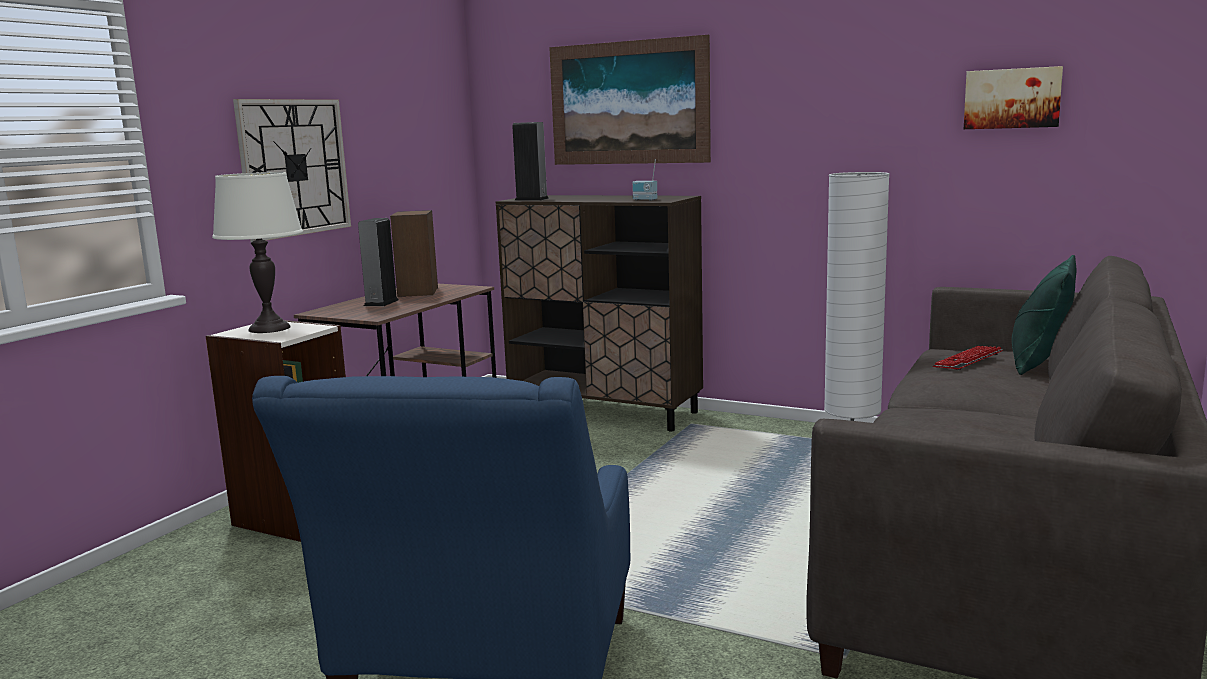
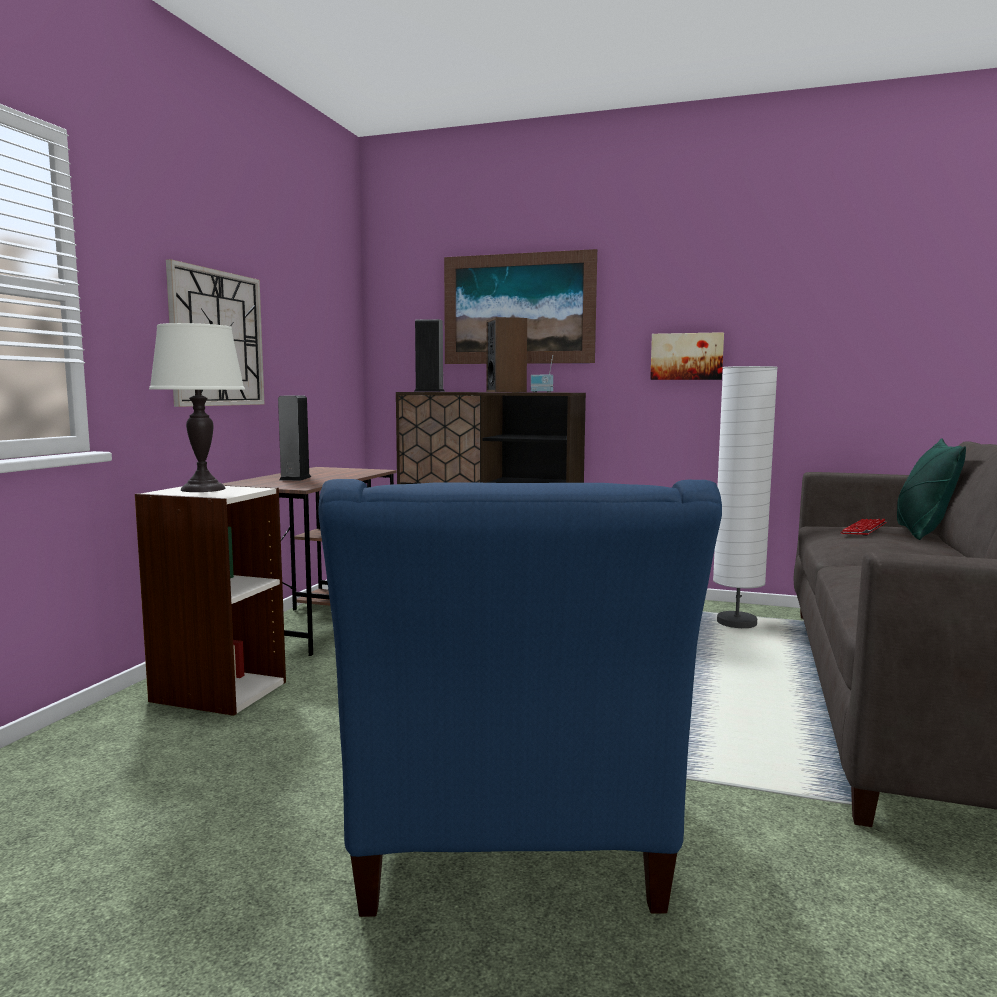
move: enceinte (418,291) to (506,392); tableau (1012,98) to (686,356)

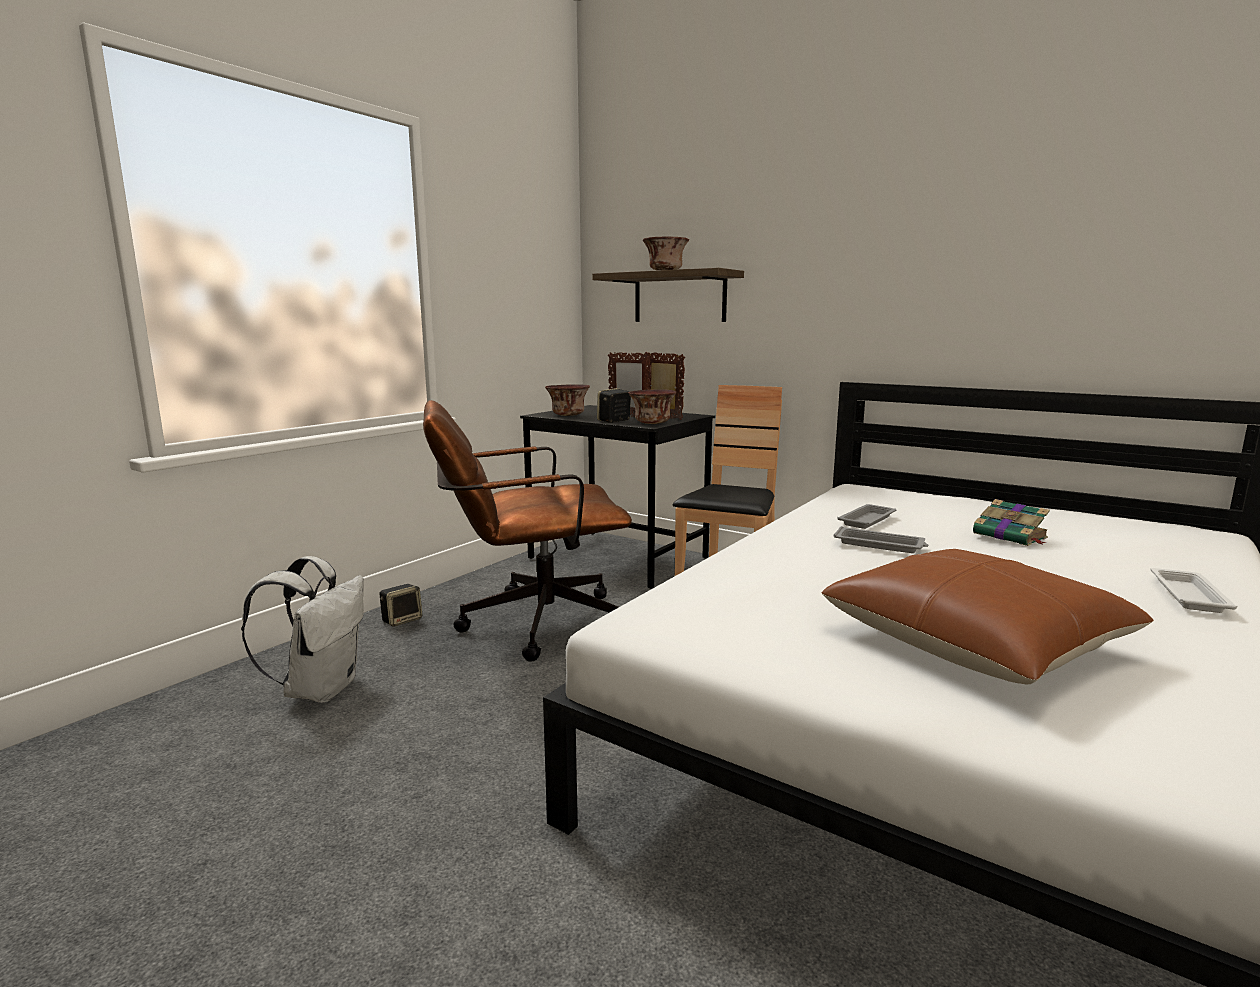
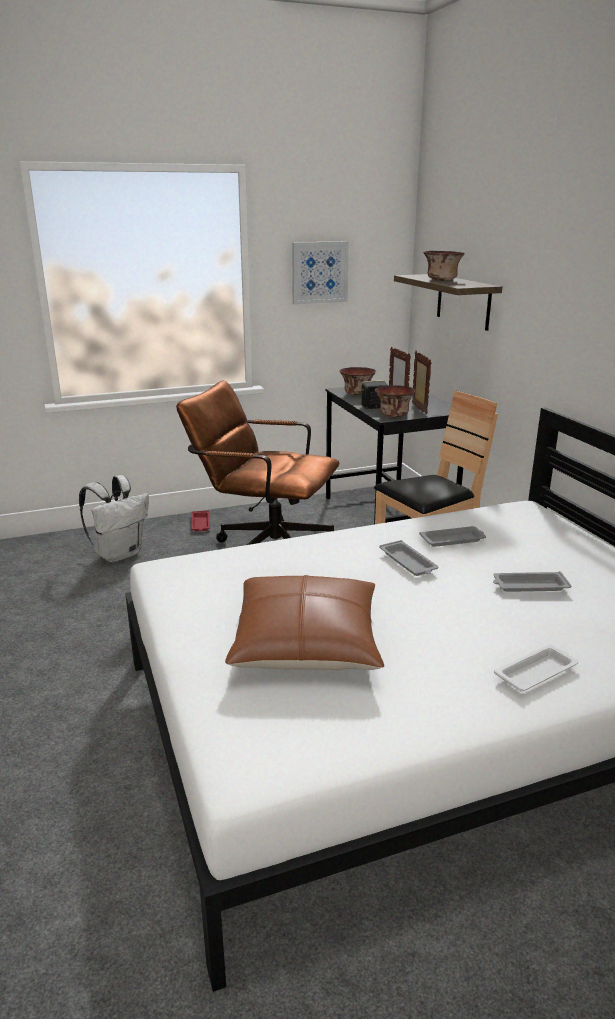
insert: tableau (319,272)
replace: enceinte (402,620) to plateau (rouge) (200,524); livre (1011,536) to plateau (gris) (529,586)

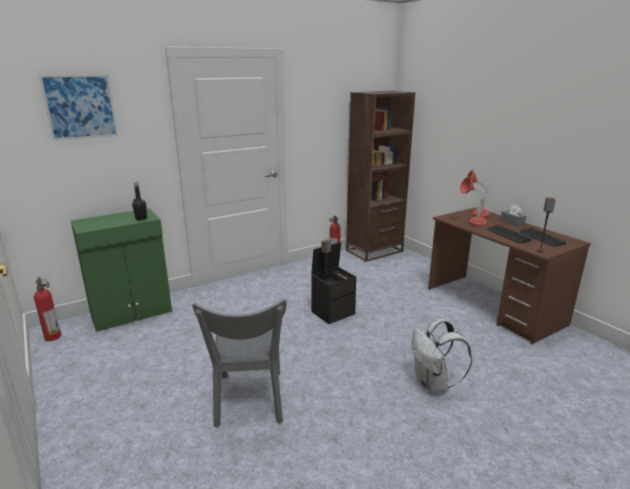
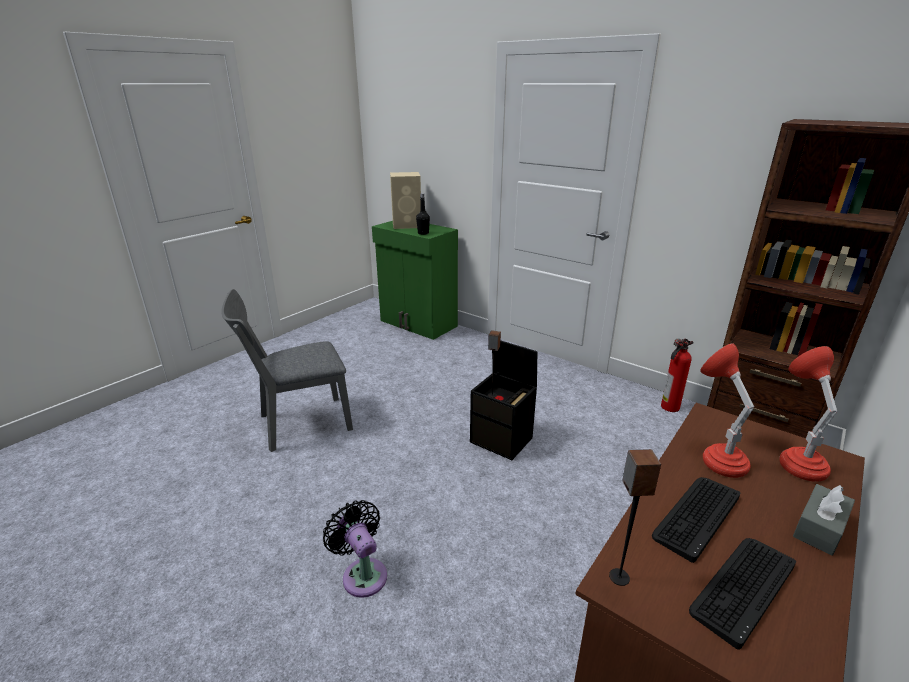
delete: extincteur (52,336); tableau (80,107)
insert: enceinte (beige) (408,225)
replace: sac à dos (blanc) (433,385) to ventilateur (noir) (362,573)

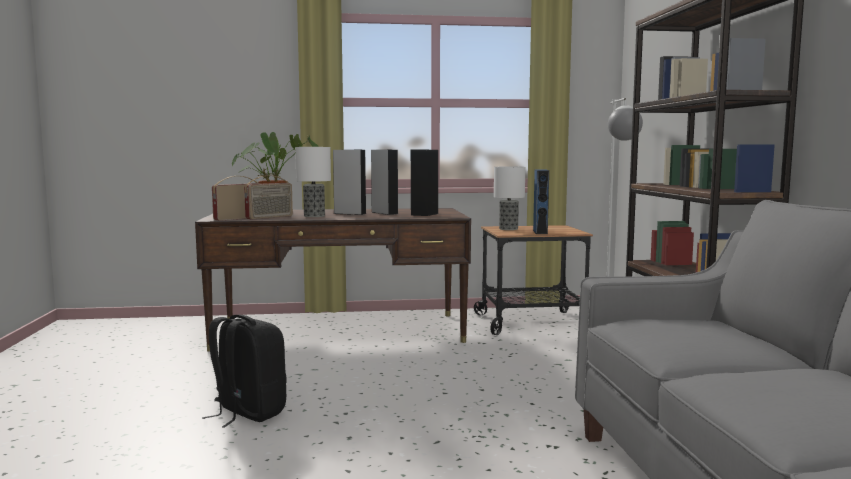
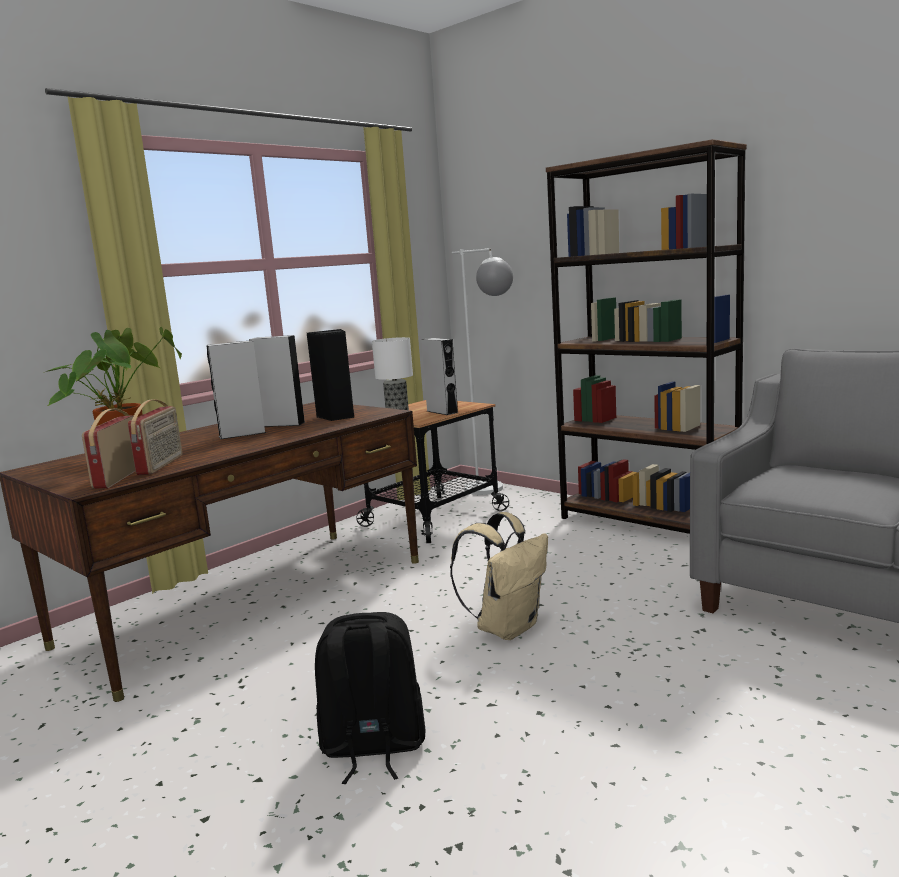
delete: lampe de table (314,216)
insert: sac à dos (beige) (507,627)
recolor: enceinte (bleu) (540,232) to enceinte (gris) (442,412)

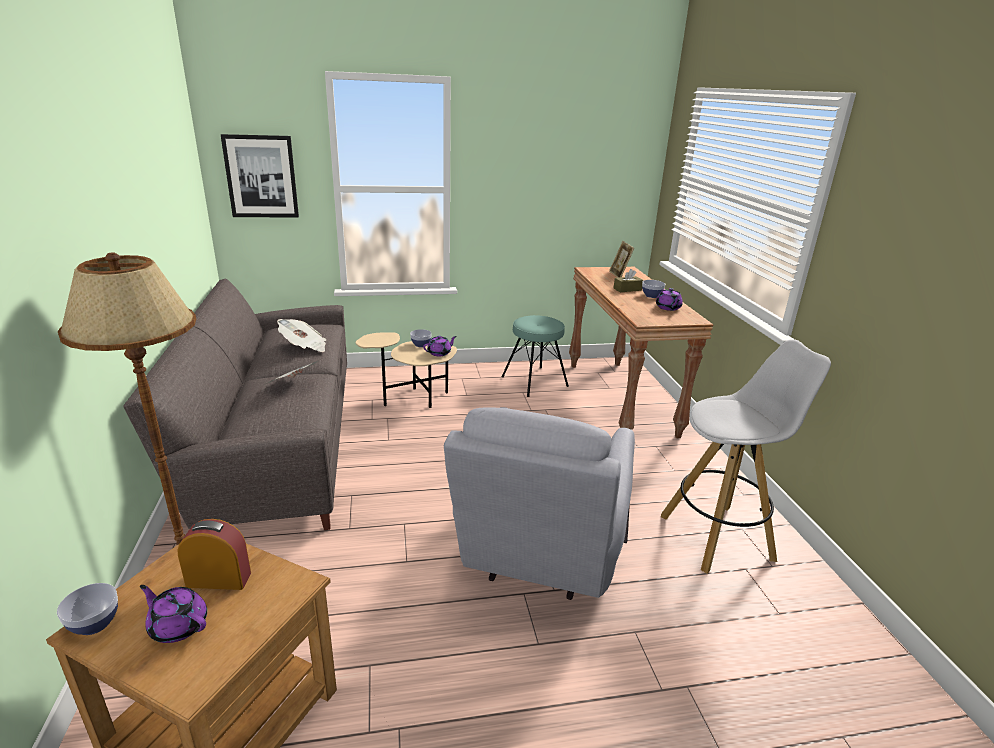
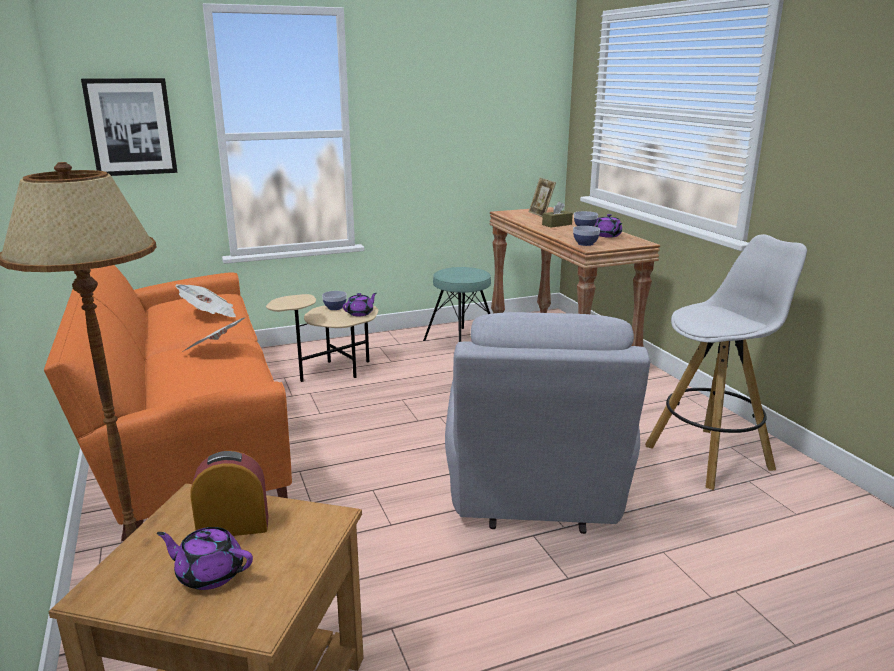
move: bol (94,623) to (585,244)
recolor: canapé (gris) (276,443) to canapé (orange) (186,431)

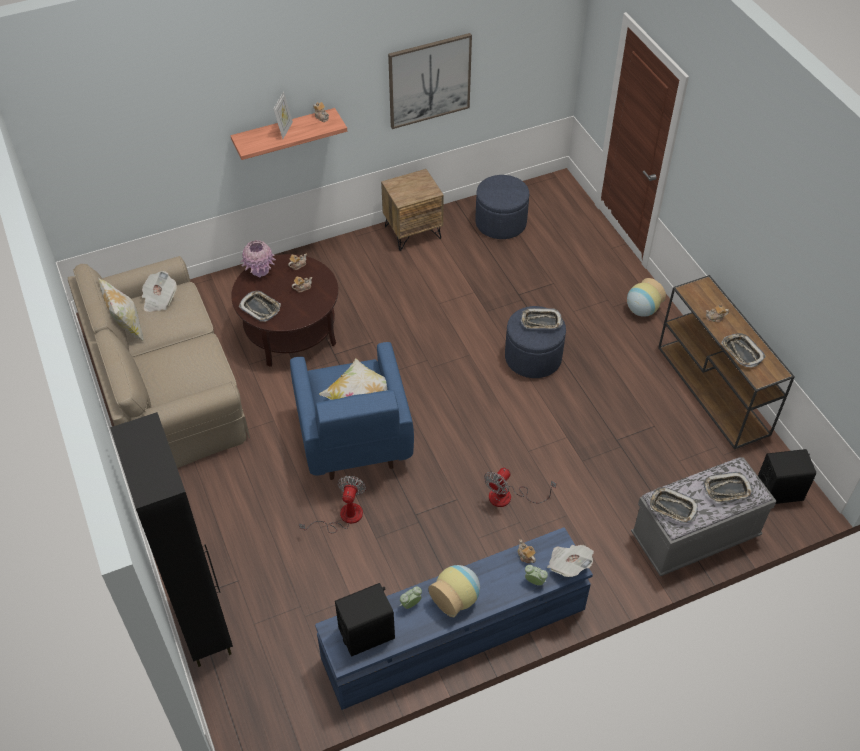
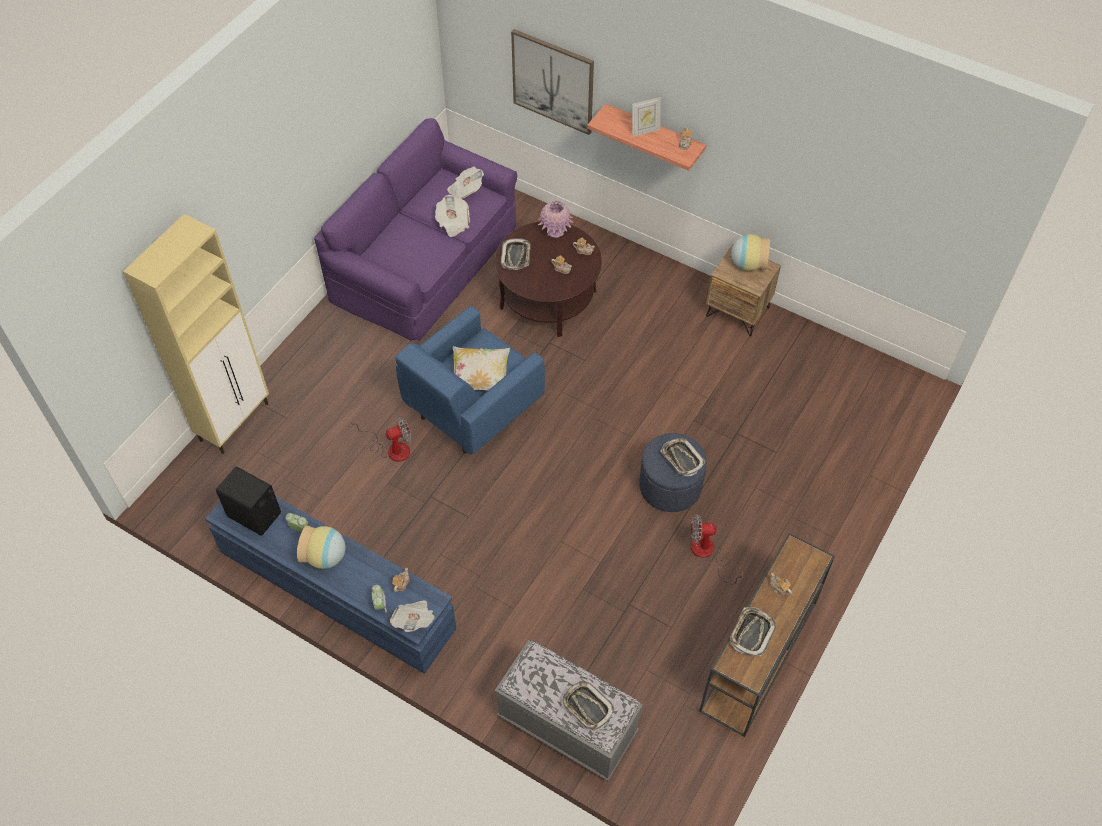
delete: coussin (126,327); pouf (bleu) (501,223); plateau (672,507); enceinte (noir) (779,491)
insert: journal (453,223)
move: tableau (429,80) to (553,81); ventilateur (508,497) to (708,554); vase (641,310) to (747,264)
recolor: meuble de rangement (noir) (203,625) to meuble de rangement (beige) (235,421); canapé (beige) (167,388) to canapé (violet) (425,261)

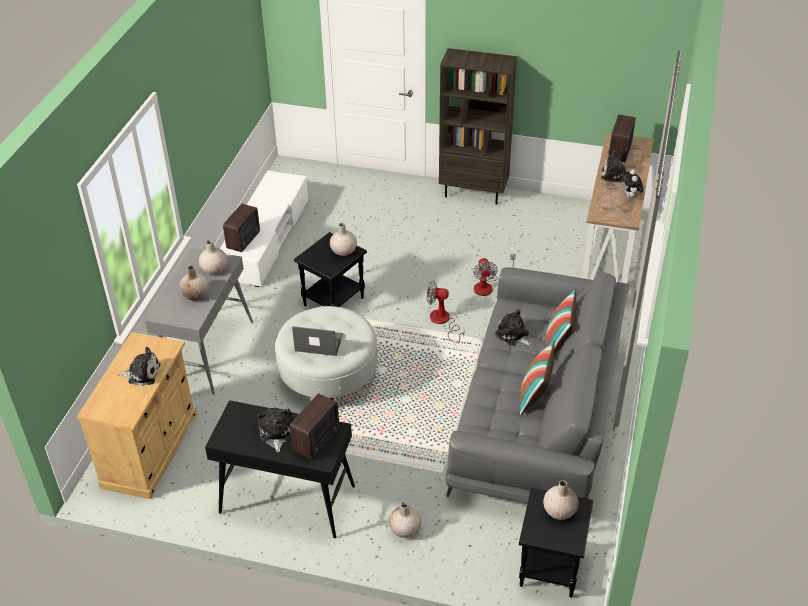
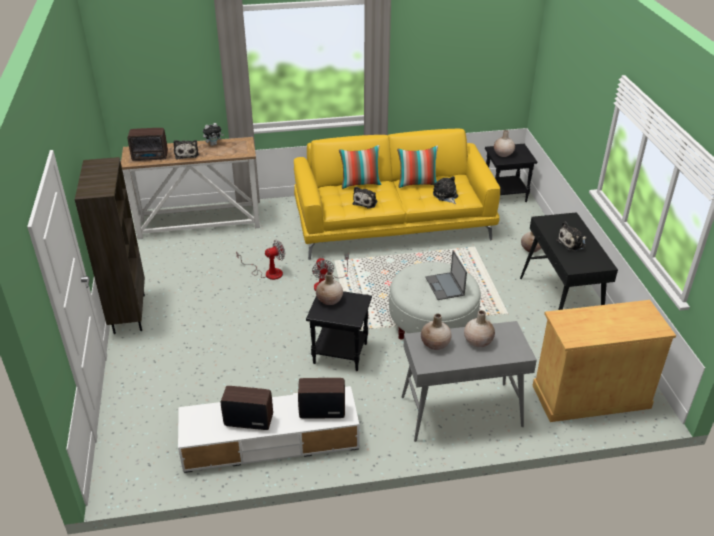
move: radio (317,440) to (248,420); peluche (142,373) to (446,196)
recolor: canapé (gris) (537,415) to canapé (jaune) (393,222)

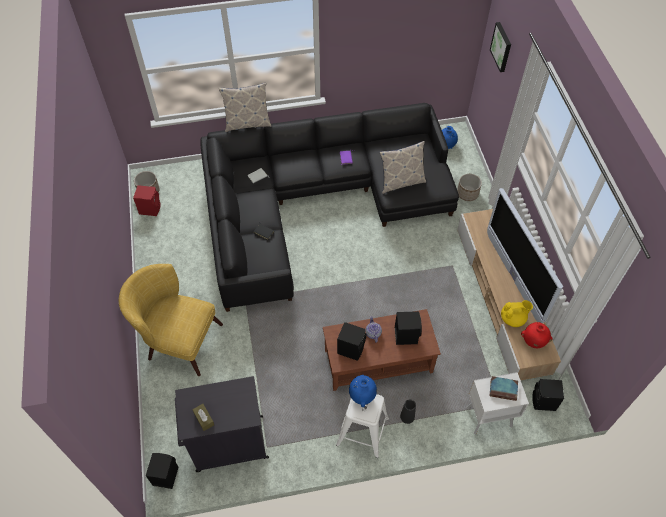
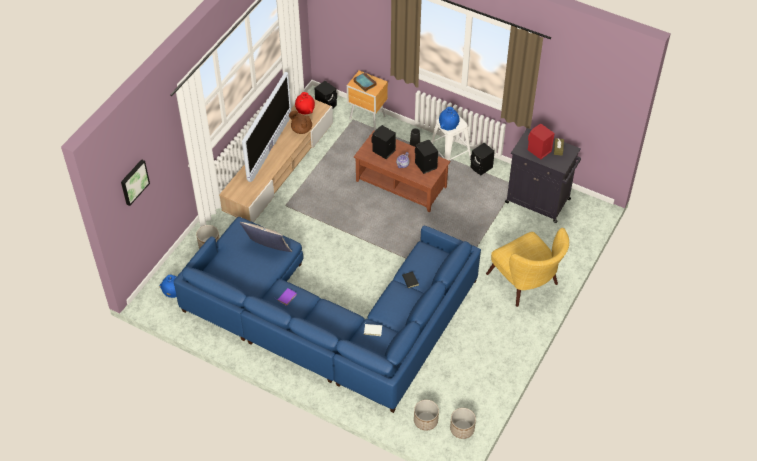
delete: coussin (247,123)
insert: cache-pot (425,421)
move: enceinte (noir) (164,475) to (481,168); enceinte (rouge) (150,208) to (538,151)
recolor: canapé (noir) (316,201) to canapé (bleu) (329,318); théière (jaune) (513,318) to théière (marron) (301,129); table de chevet (blanc) (487,417) to table de chevet (marron) (367,118)

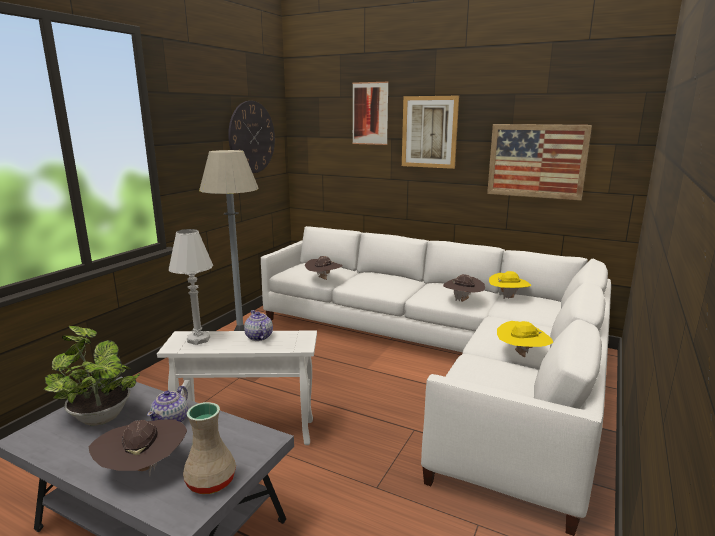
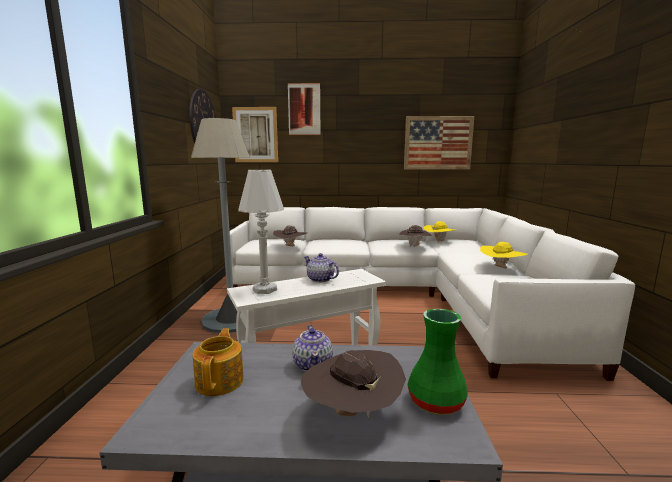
move: tableau (429,132) to (255,135)
replace: plante en pot (99,415) to théière (220,381)
recolor: vase (beige) (210,481) to vase (vert) (434,401)

